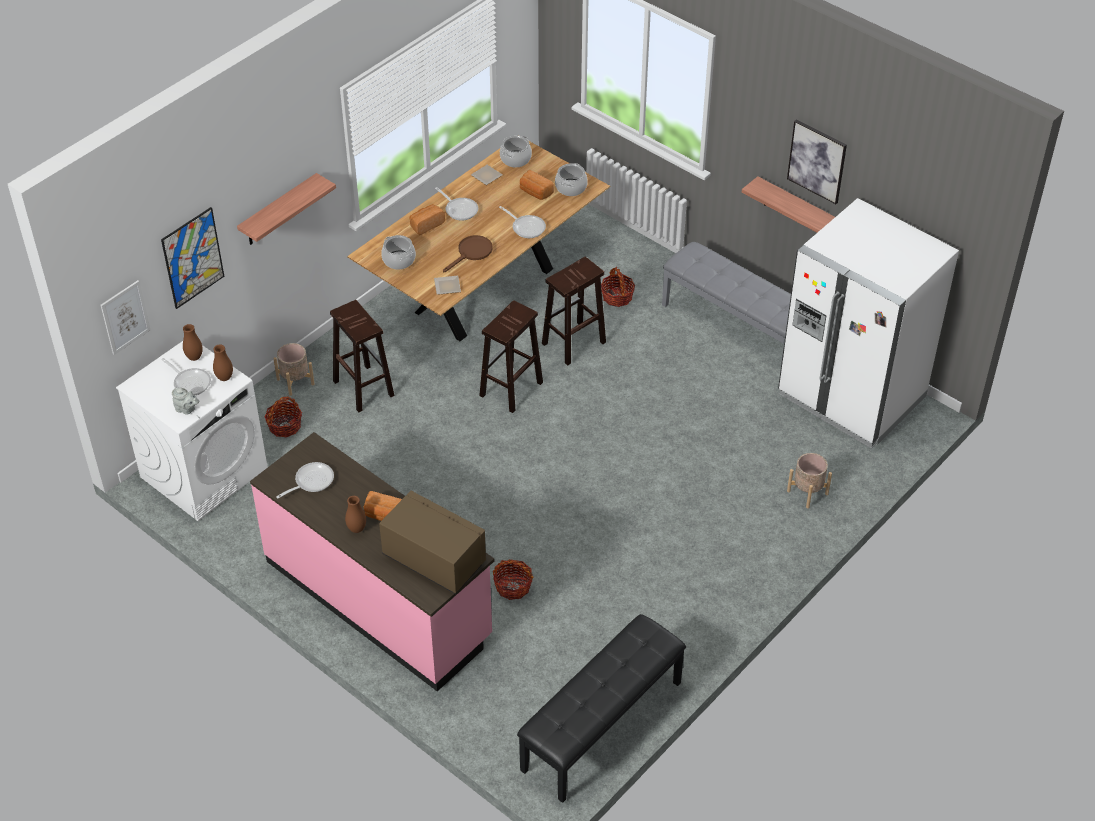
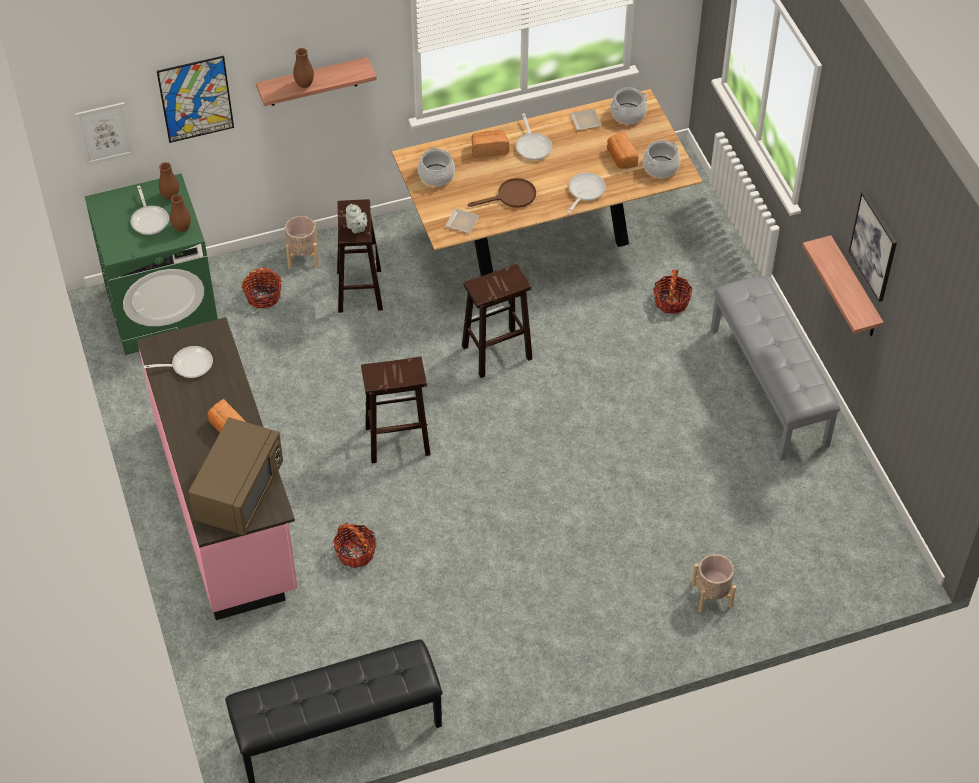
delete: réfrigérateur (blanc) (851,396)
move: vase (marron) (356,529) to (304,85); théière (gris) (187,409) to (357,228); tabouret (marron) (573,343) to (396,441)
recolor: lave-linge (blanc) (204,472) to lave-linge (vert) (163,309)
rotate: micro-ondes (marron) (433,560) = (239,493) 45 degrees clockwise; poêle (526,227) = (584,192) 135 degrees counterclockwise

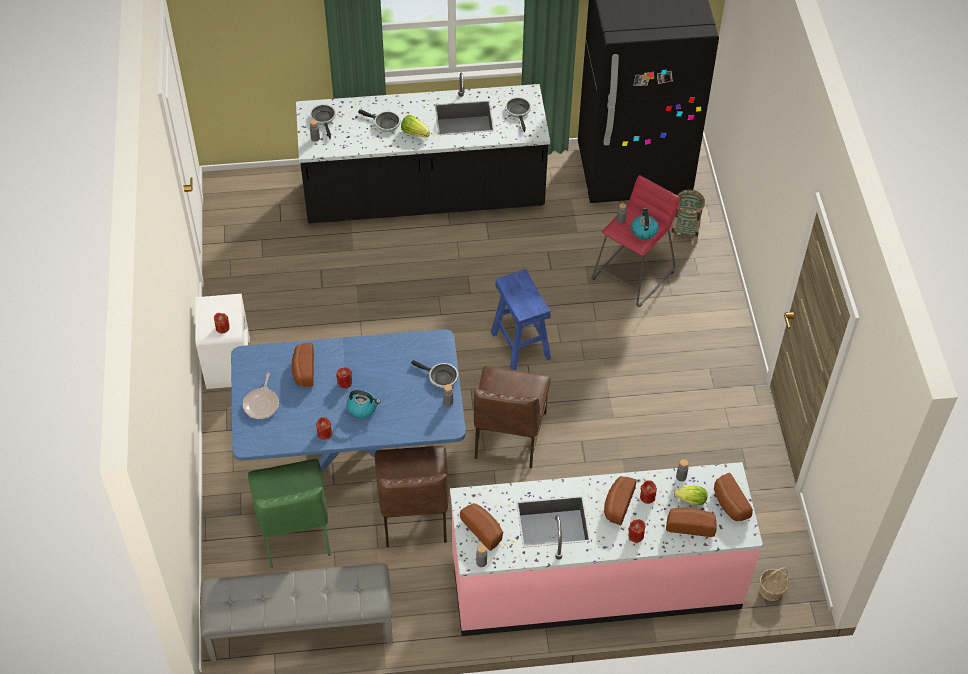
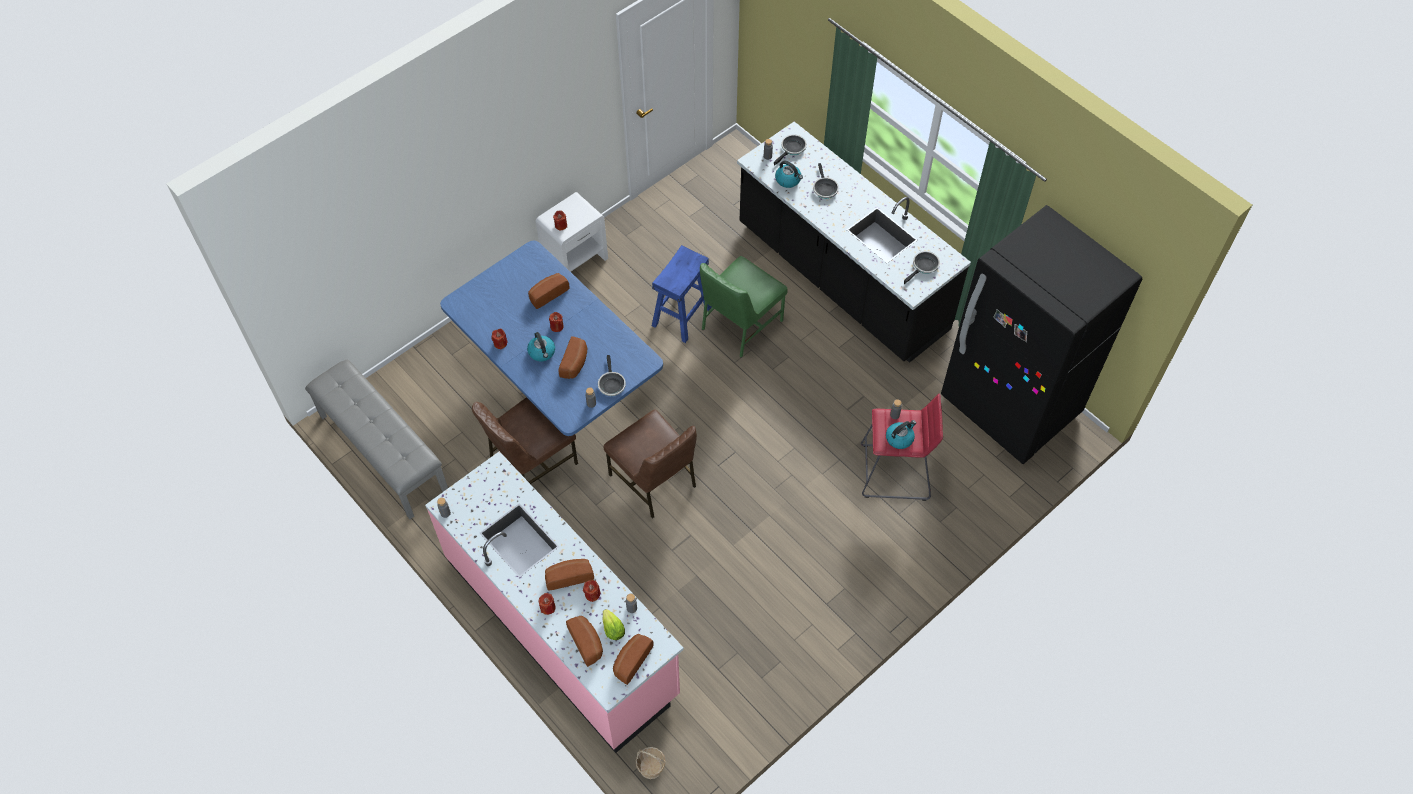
delete: poêle (262,404); laitue (414,132); panier (684,232)
insert: bouilloire (788,180)
move: pain (484,529) to (575,363); tabouret (bleu) (520,345) to (681,316); chaise (vert) (294,532) to (740,325)
rotate: chaise (marron) (508,436) = (654,481) 105 degrees counterclockwise

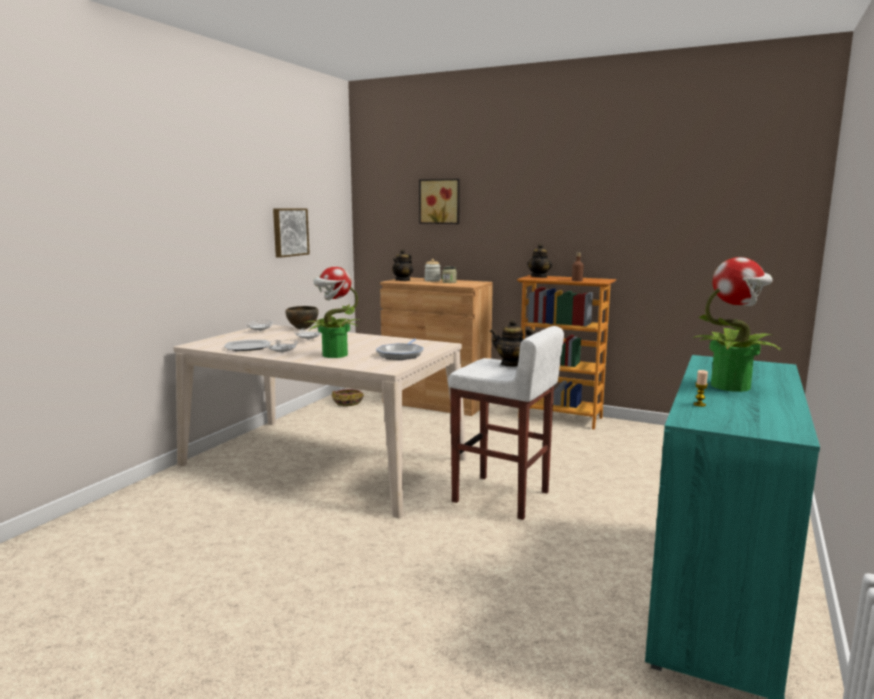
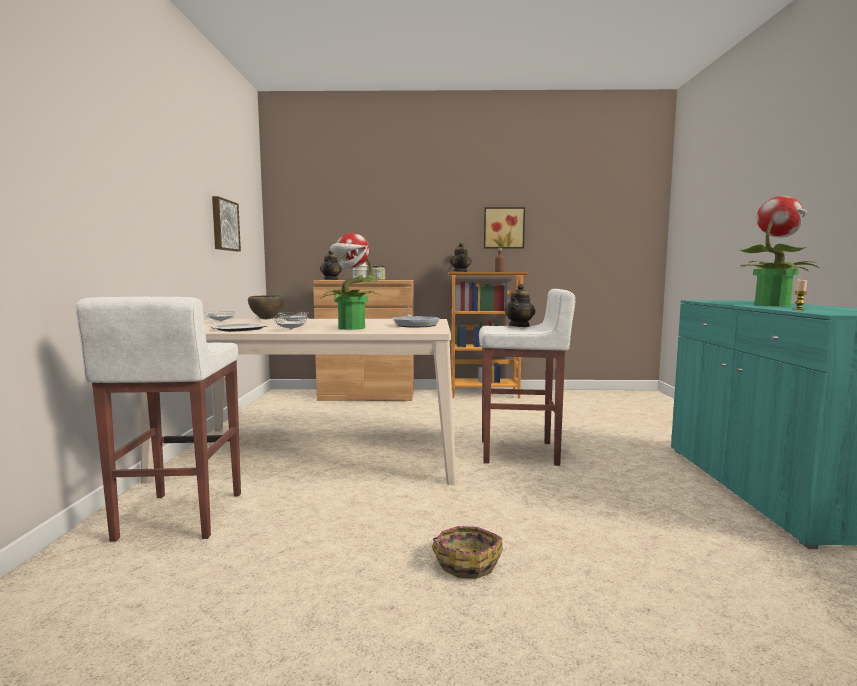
insert: tabouret (blanc) (179,516)
move: panier (348,402) to (466,561); tableau (440,201) to (503,228)
rotate: théière (512,364) = (519,326) 60 degrees counterclockwise

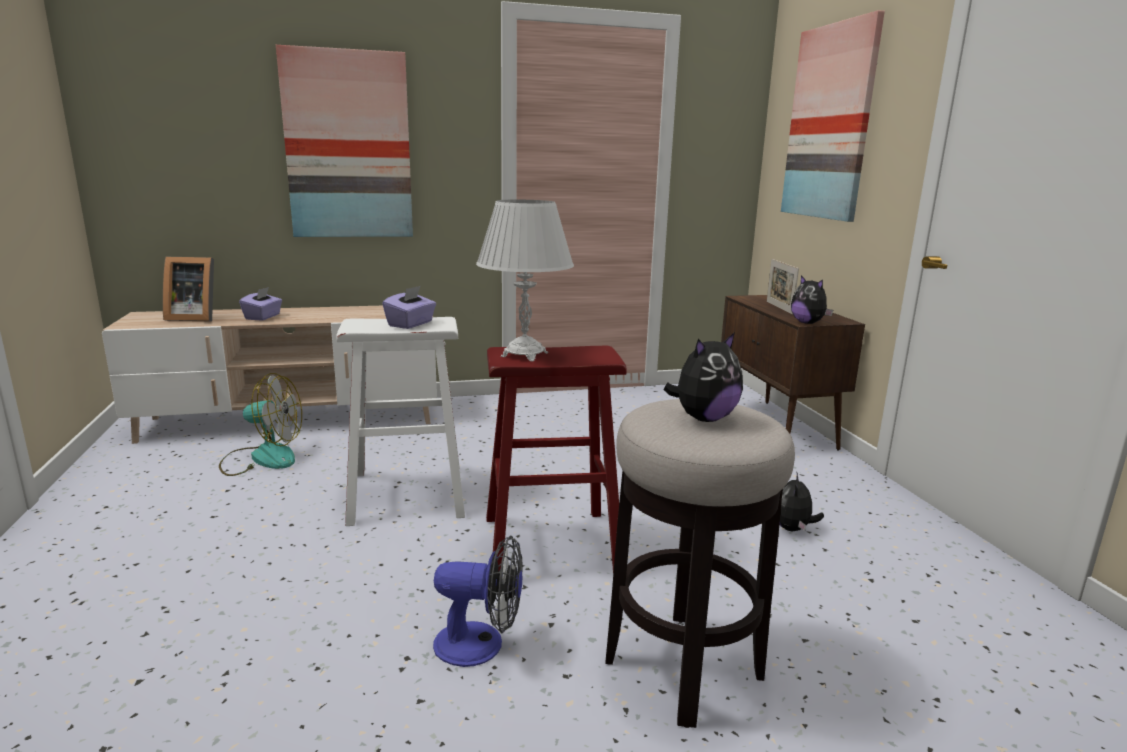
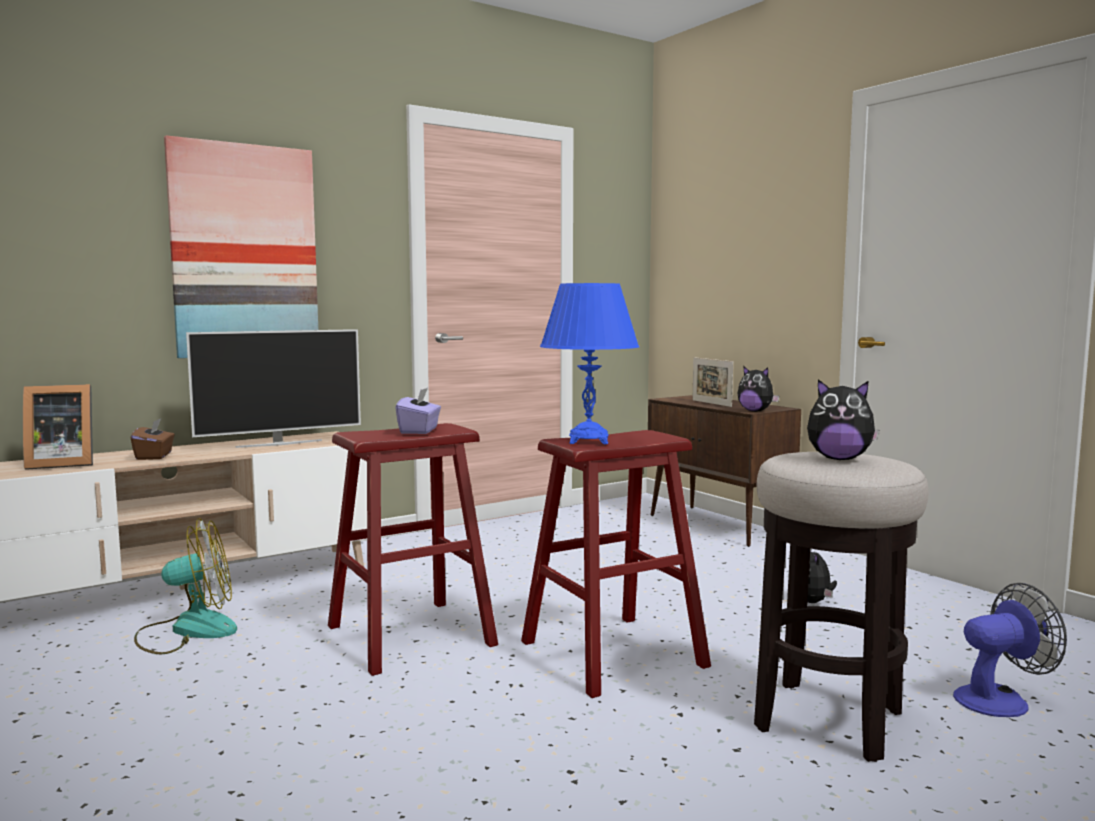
delete: tableau (830,123)
insert: téléviseur (279,443)
move: ventilateur (481,644) to (1001,699)
recolor: boîte à mouchoirs (violet) (263,317) to boîte à mouchoirs (marron) (154,456); tabouret (blanc) (407,494) to tabouret (rouge) (411,635); lampe de table (blanc) (524,355) to lampe de table (bleu) (588,441)
rotate: peluche (703,418) = (839,459) 75 degrees clockwise

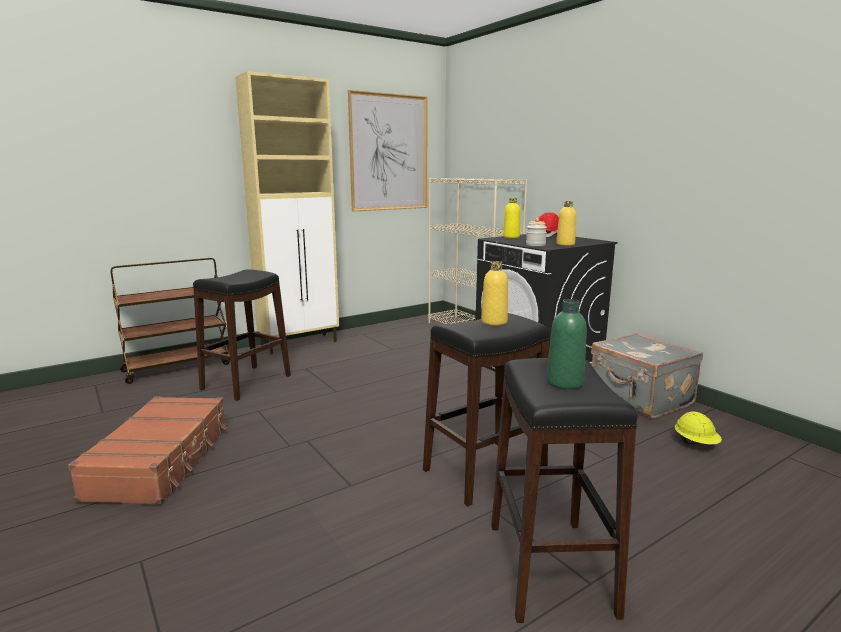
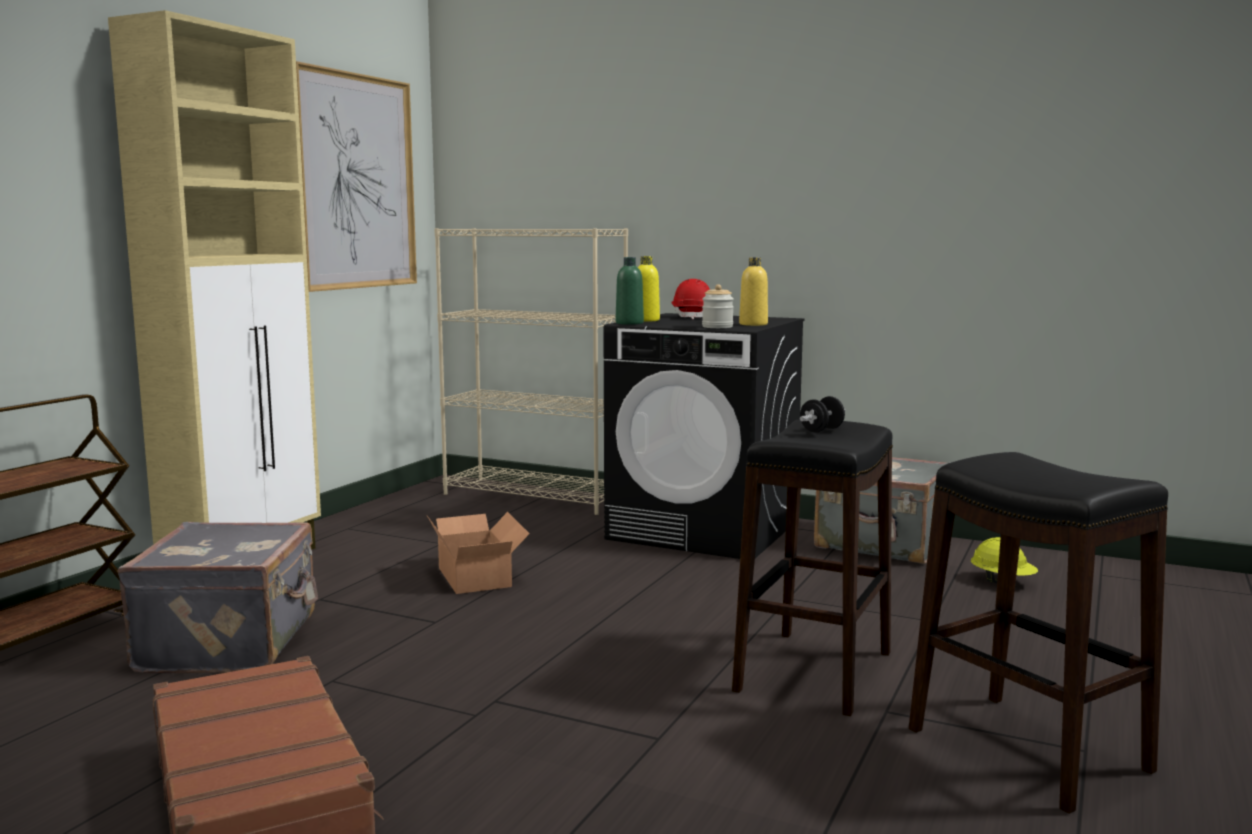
insert: carton (477,576)
move: bouteille (vert) (564,382) to (629,323)
replace: tabouret (noir) (246,382) to valise (gris) (232,643); bouteille (jaune) (494,322) to haltère (noir) (821,430)

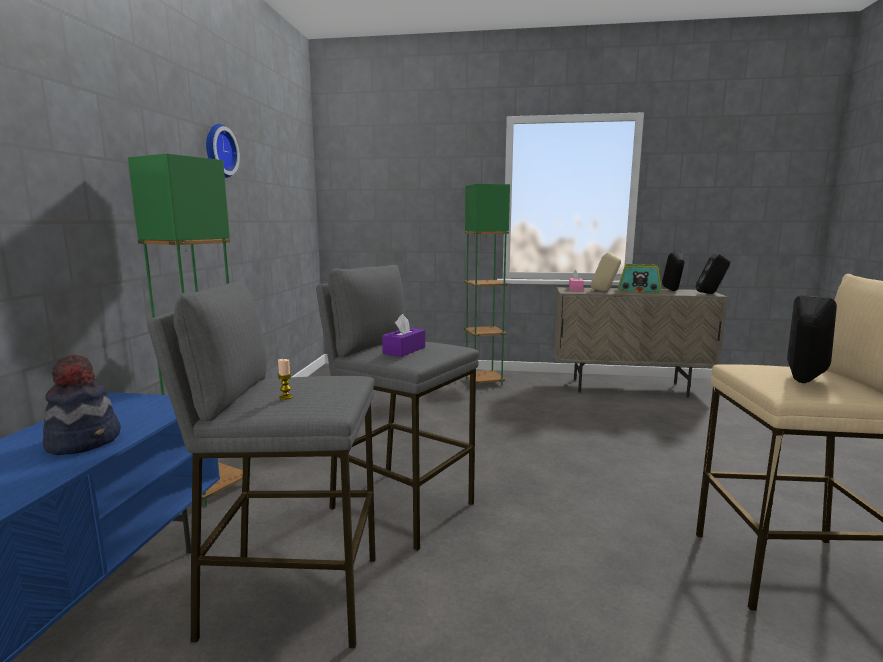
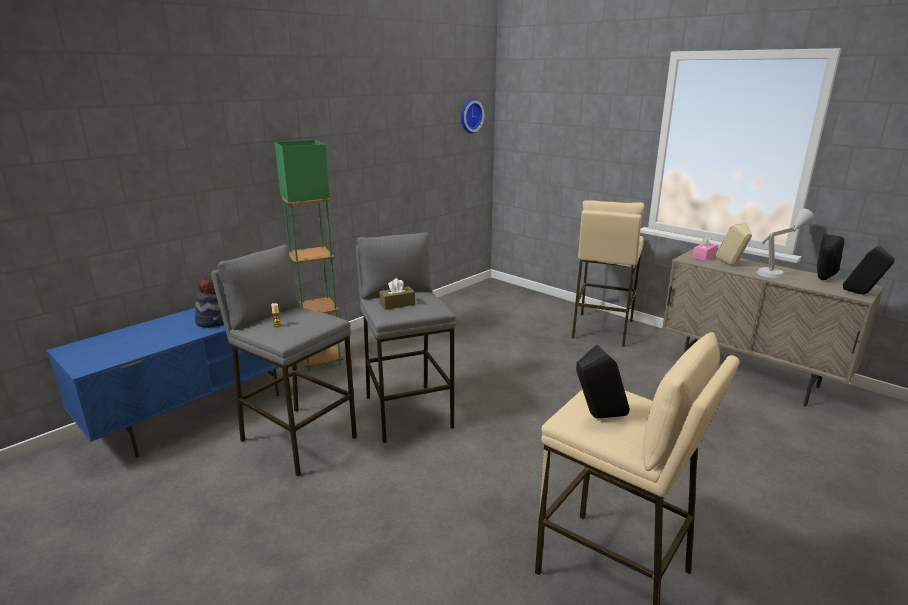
move: horloge murale (218,151) to (469,116)
replace: lampadaire (vert) (483,382) to tabouret (beige) (601,329); radio (639,290) to lampe de table (gris) (777,271)
recolor: boîte à mouchoirs (violet) (404,350) to boîte à mouchoirs (marron) (397,304)

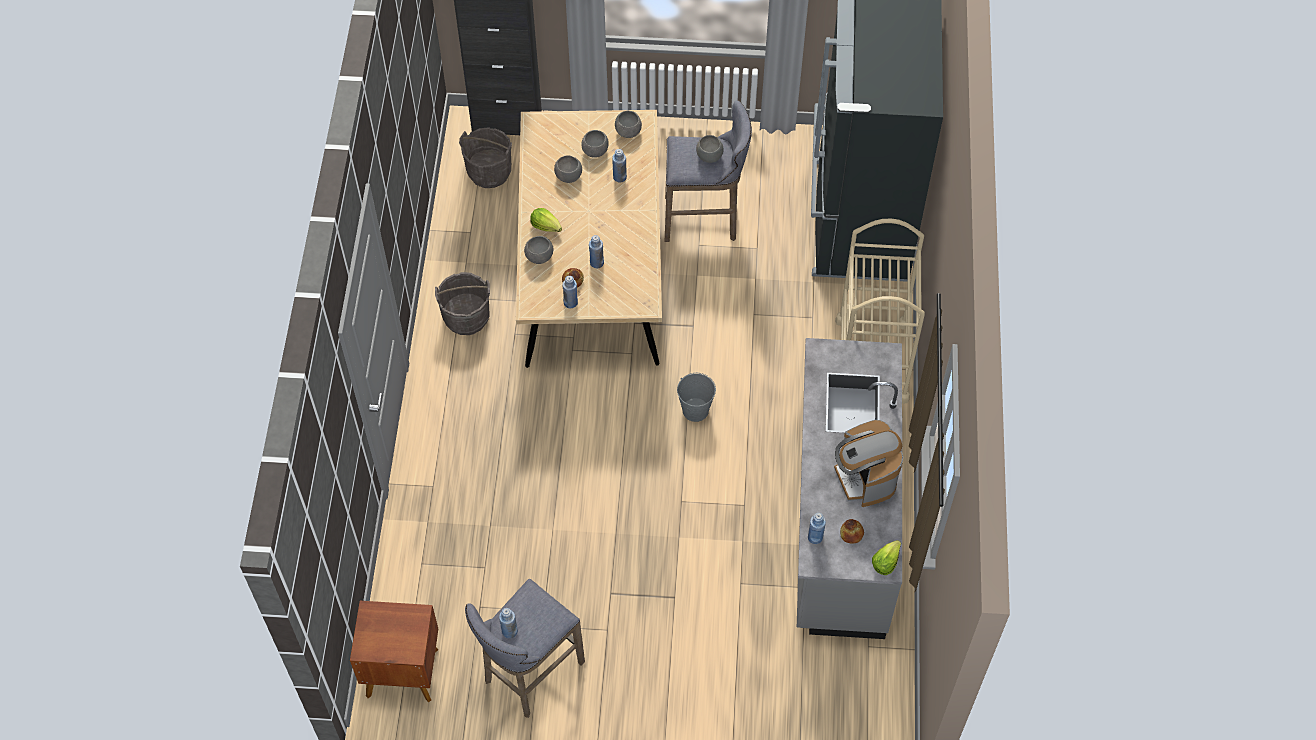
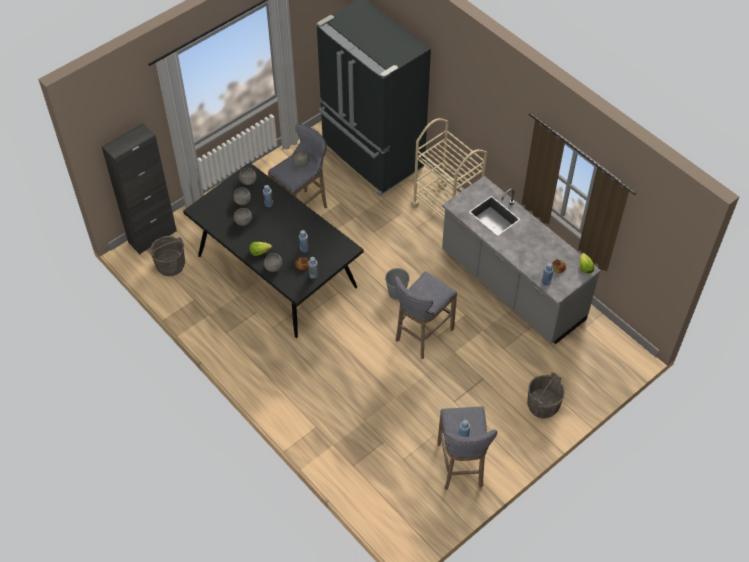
delete: table de chevet (marron) (401,671); machine à café (864,478)
insert: tabouret (gris) (422,336)
move: seau (gris) (466,317) to (543,405)
recolor: table à manger (beige) (592,273) to table à manger (noir) (277,271)

